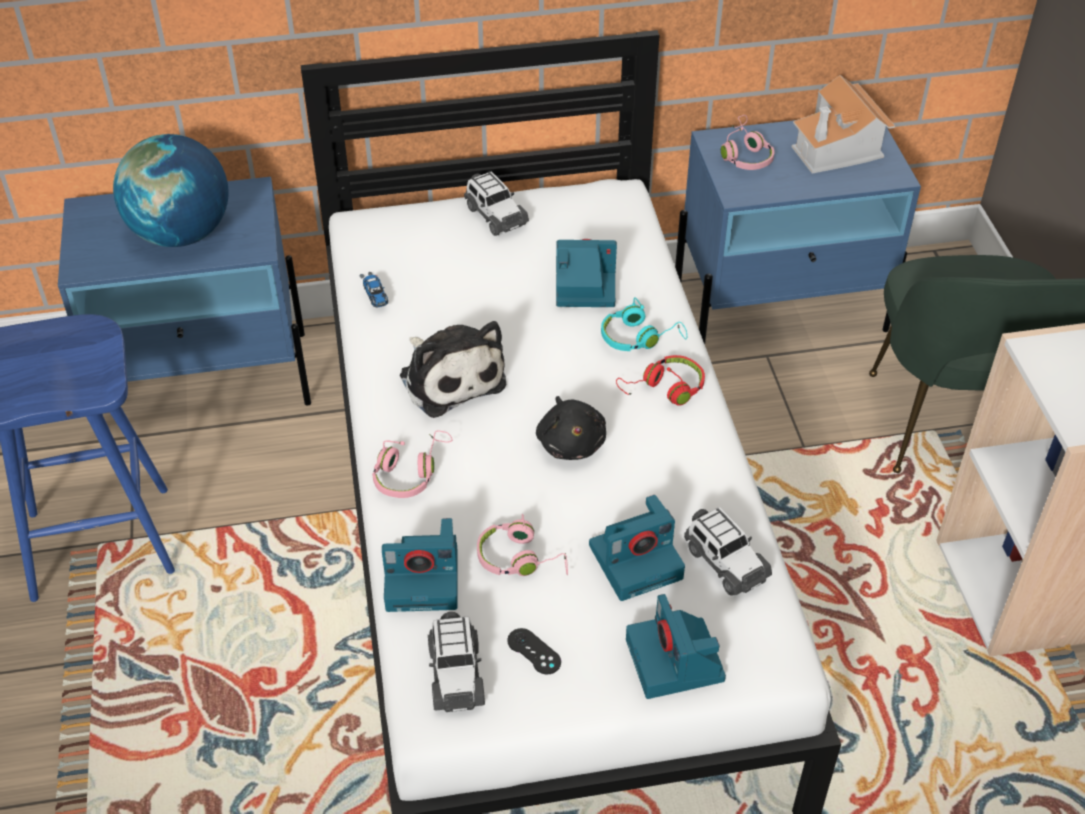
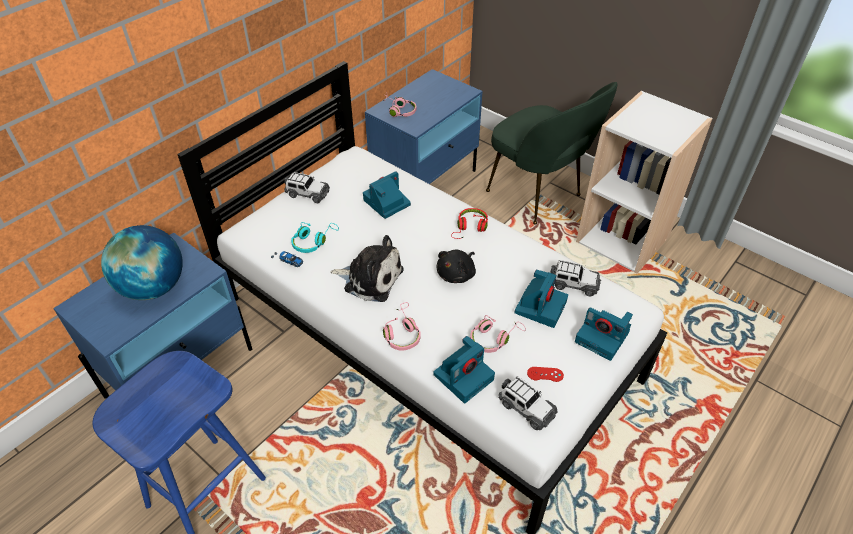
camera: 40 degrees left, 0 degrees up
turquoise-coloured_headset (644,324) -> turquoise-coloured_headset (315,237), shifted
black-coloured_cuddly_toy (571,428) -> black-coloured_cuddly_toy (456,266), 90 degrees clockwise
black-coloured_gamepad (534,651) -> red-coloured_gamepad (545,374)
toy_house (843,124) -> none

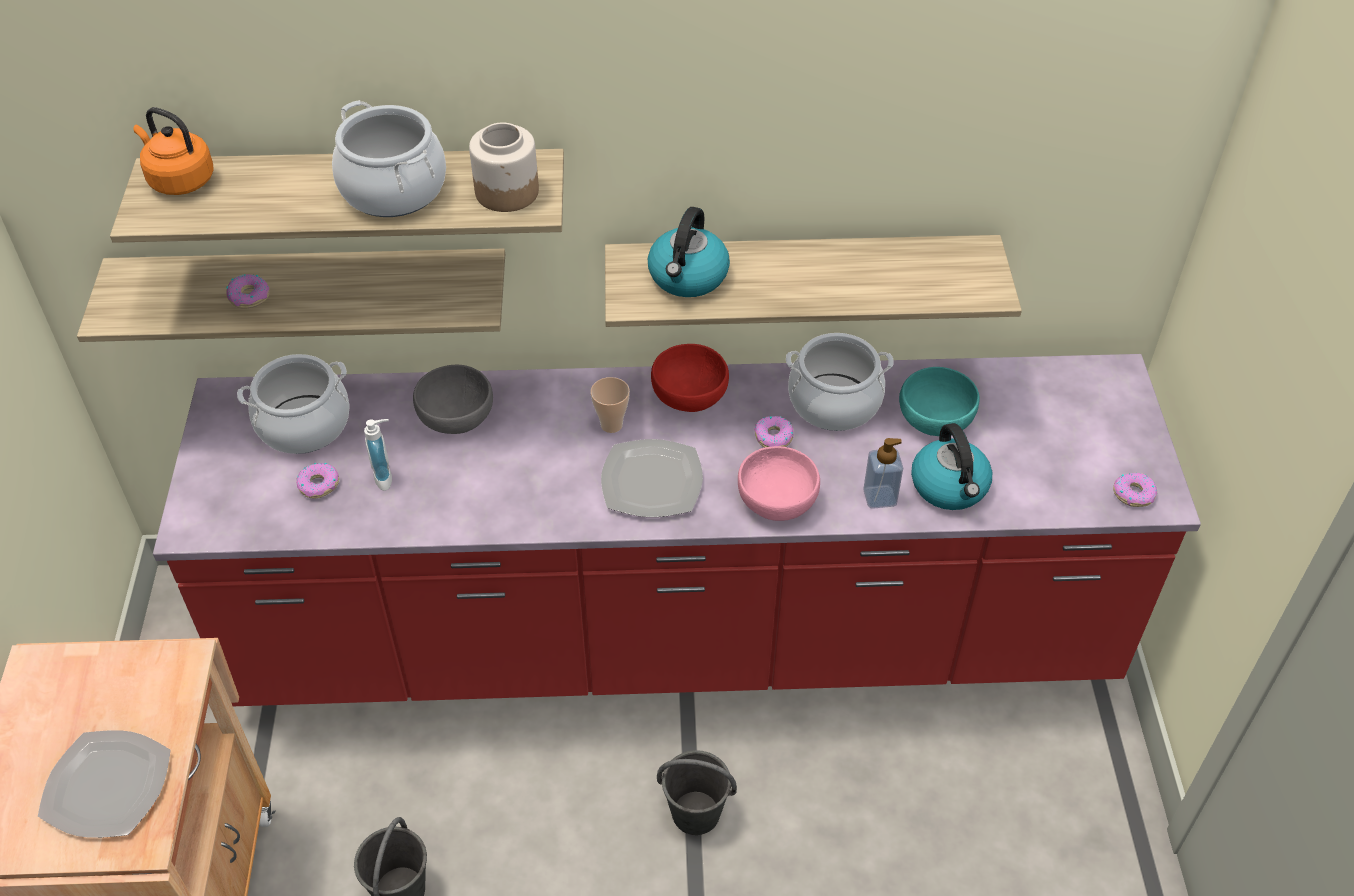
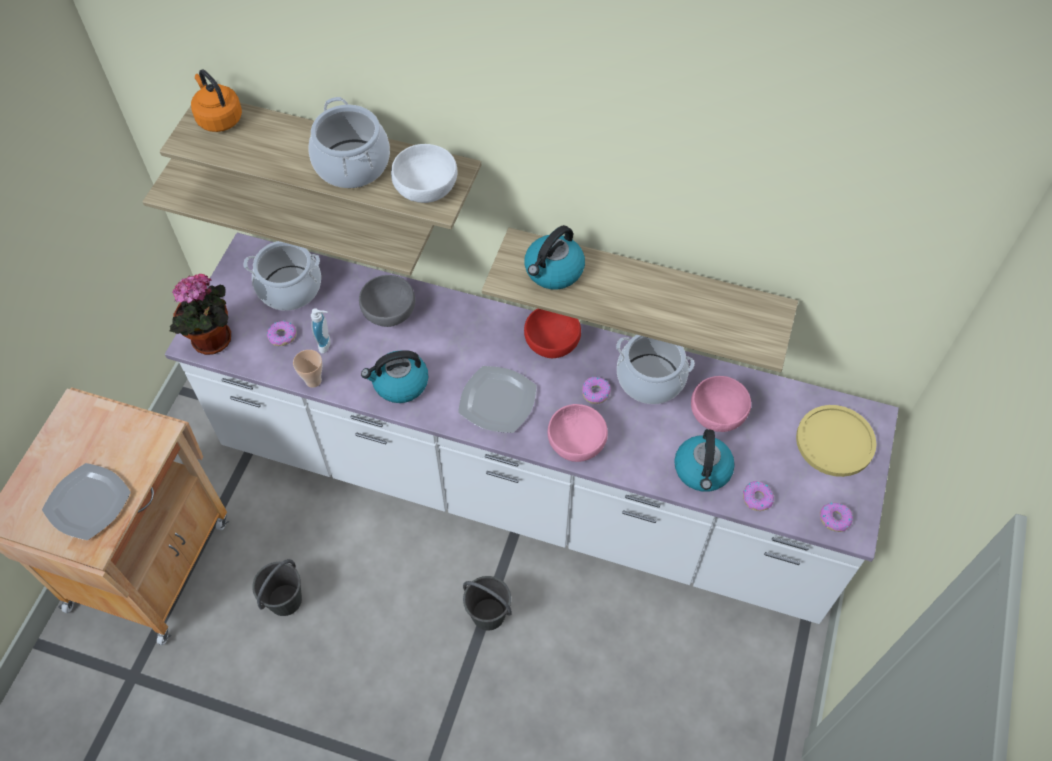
camera: 20 degrees right, 10 degrees up
red-coloured_kitchen_counter (677,530) -> white_kitchen_counter (532,428)
none -> potted_plant (200,314)
drinking_cup (610,405) -> drinking_cup (307,369), shifted
none -> water_kettle (394,376)
storage_jar (504,167) -> white_bowl (424,173)
turquoise-coloured_bowl (939,401) -> pink_bowl (721,404)
ring_doughnut (247,291) -> ring_doughnut (758,496), shifted
none -> yellowish_flat_dish (836,441)
soap_bottle (883,473) -> none

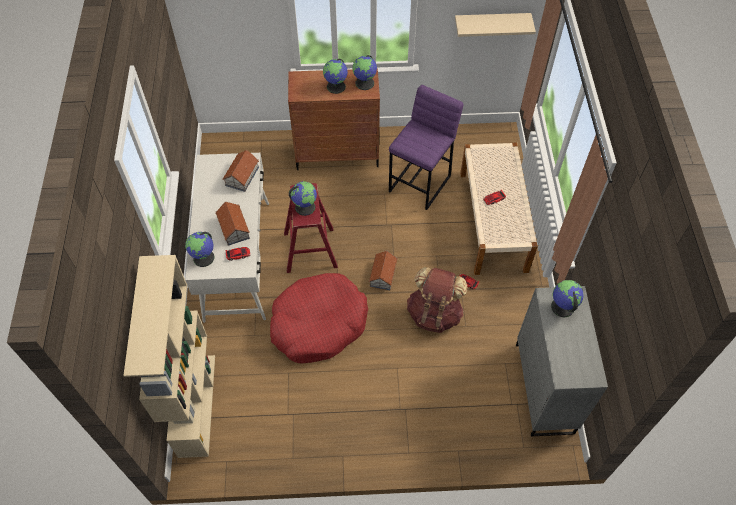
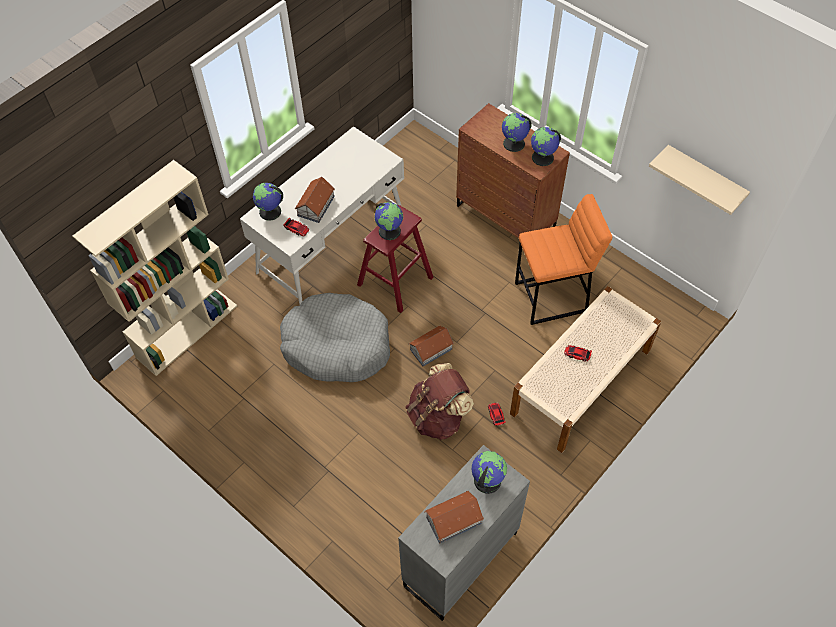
camera: 45 degrees right, 0 degrees up
red-coloured_dog_bed (319,318) -> greyish_dog_bed (335,337)
toy_house (241,171) -> toy_house (454,517), shifted
purplish_stool (426,147) -> orange-coloured_stool (563,259)

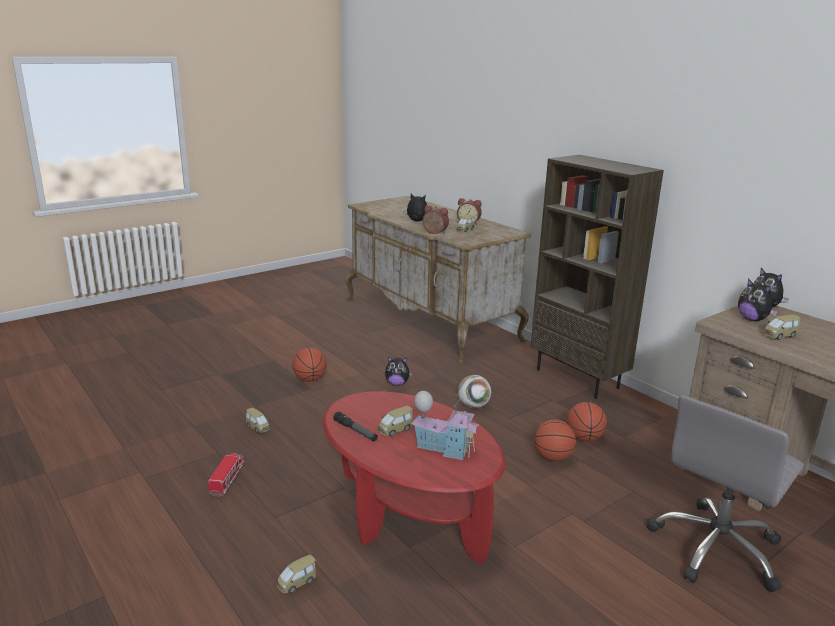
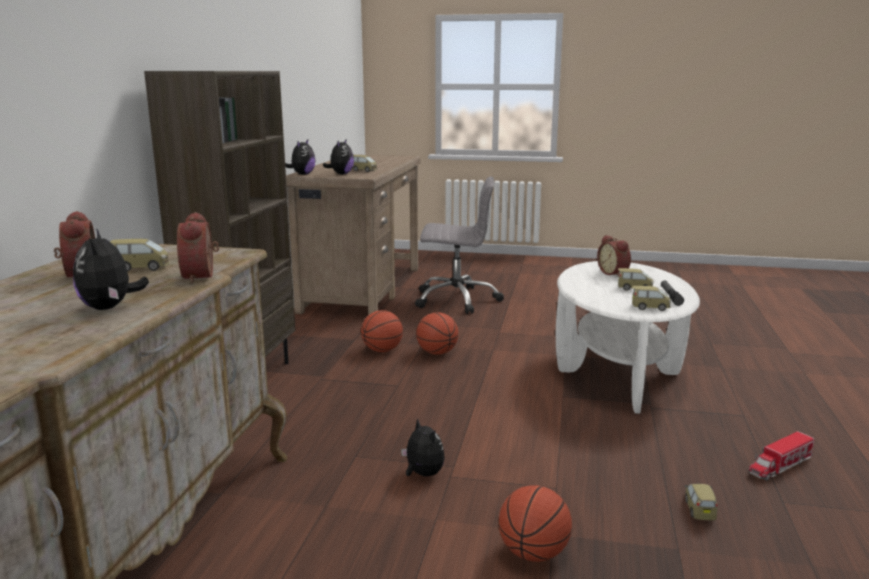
camera: 130 degrees left, 5 degrees down
red-coloured_low_table (414,477) -> white_low_table (628,337)
toy_house (445,425) -> table_clock (614,256)
miniature_car (296,574) -> miniature_car (651,298), shifted
football_ball (474,391) -> none

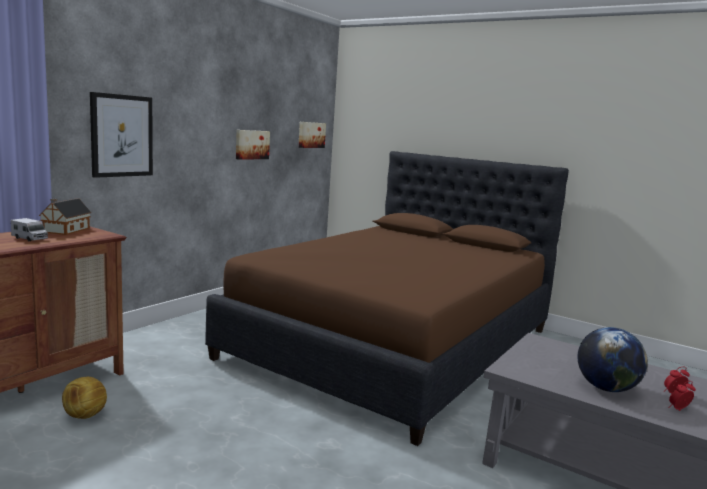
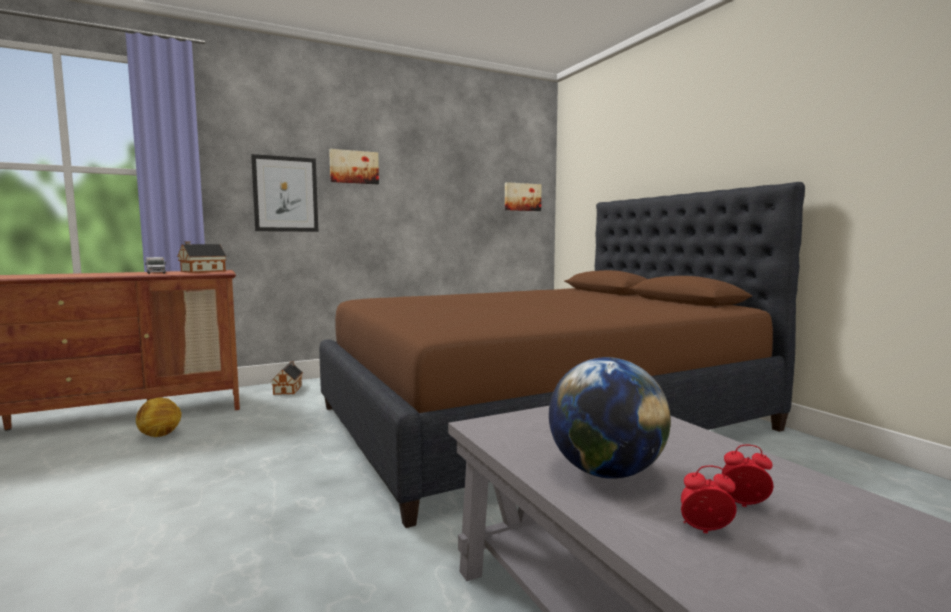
camera: 30 degrees right, 5 degrees down
none -> toy_house (286,378)
wall_art (253,145) -> wall_art (354,166), shifted

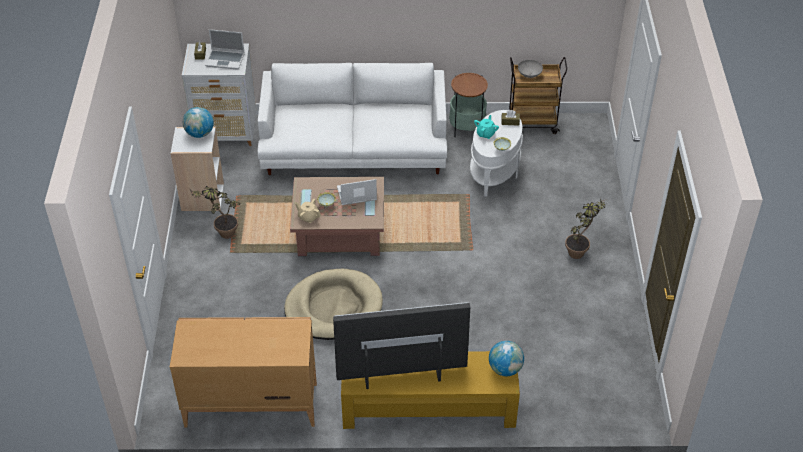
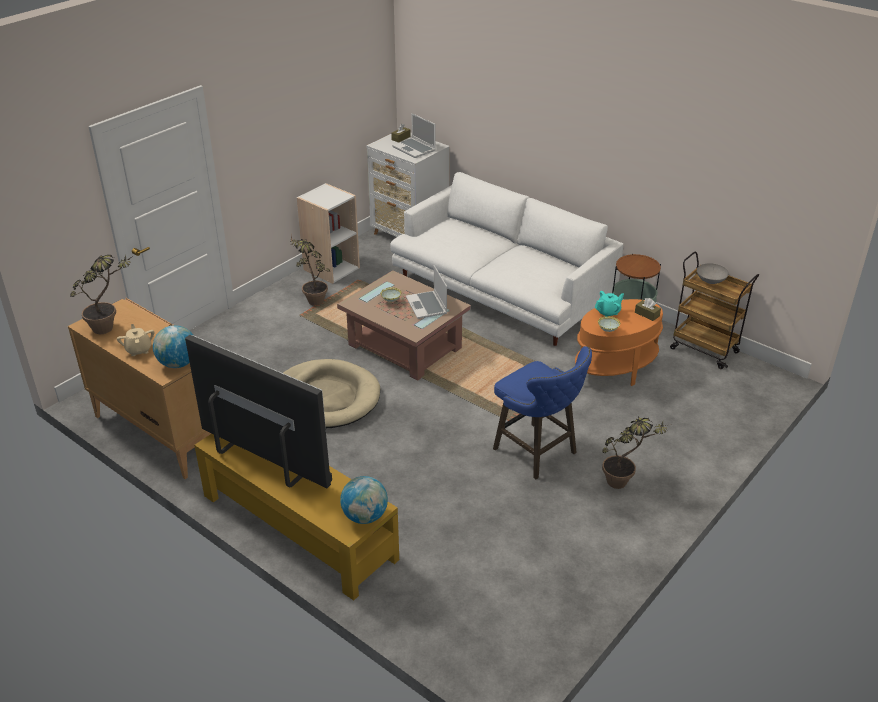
camera: 40 degrees right, 10 degrees down
none -> potted_plant (101,294)
sand-coloured_pot_for_tea (308,211) -> sand-coloured_pot_for_tea (135,340), shifted
desk_globe (198,122) -> desk_globe (173,346), shifted
notebook_computer (357,192) -> notebook_computer (426,292), 135 degrees counterclockwise
none -> bluish_stool (542,412)
white_end_table (496,153) -> orange-coloured_end_table (619,342)

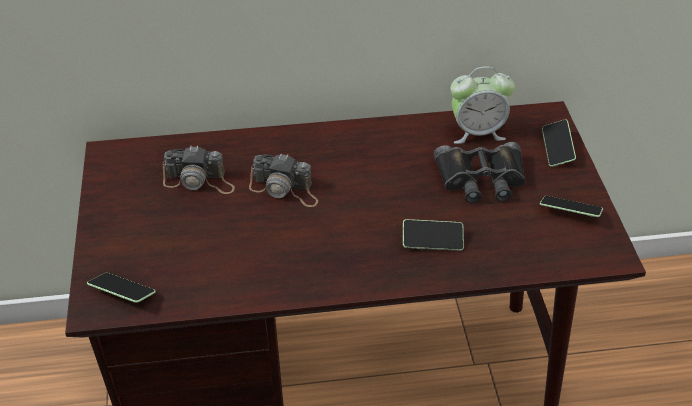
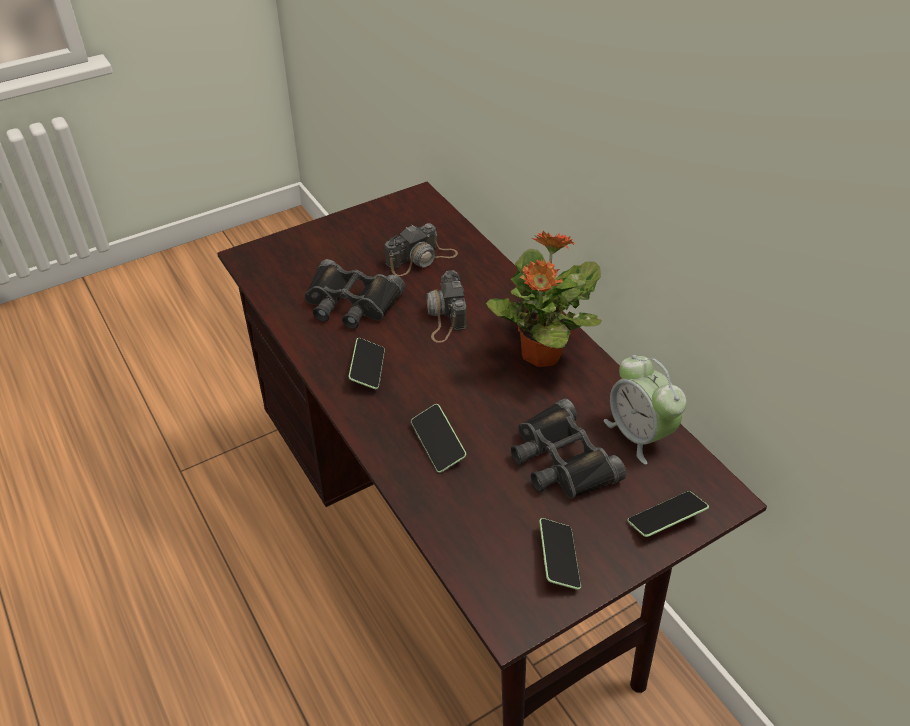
camera: 65 degrees right, 0 degrees up
none -> black-coloured_pair_of_binoculars (354,294)
telephone (121,288) -> telephone (366,363), shifted
photo_camera (198,169) -> photo_camera (421,249), 105 degrees counterclockwise
none -> potted_plant (544,299)

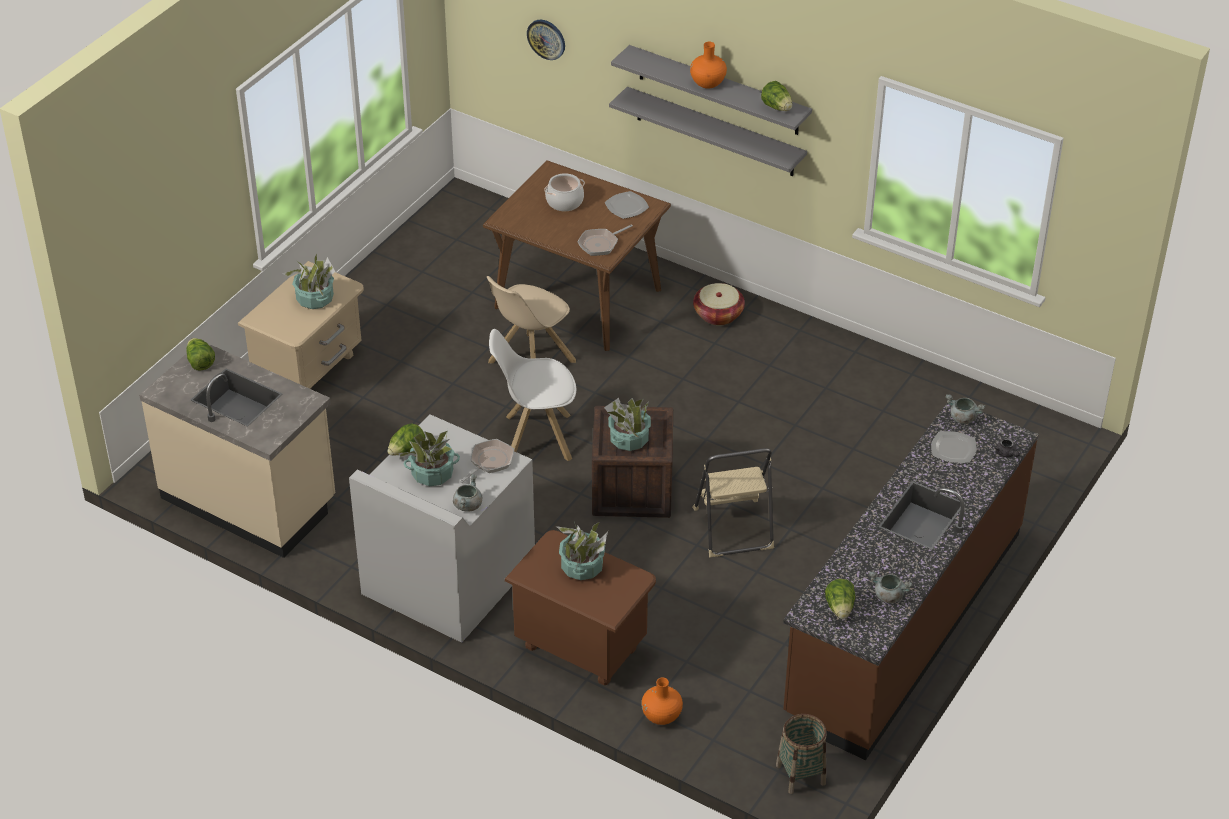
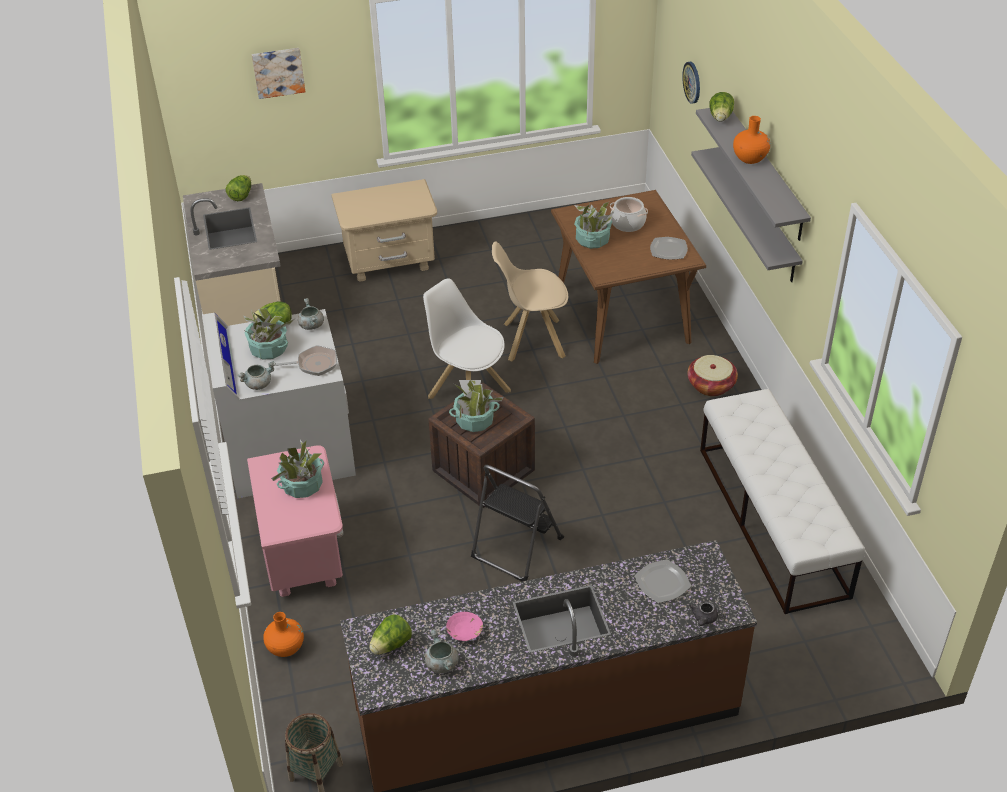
camera: 45 degrees right, 0 degrees up
brown_nightstand (580,607) -> pink_nightstand (295,521)
none -> wall_art (278,73)
greyish_cooking_pot (965,409) -> greyish_cooking_pot (311,314), shifted
none -> pink_bowl (464,626)
sand-coloured_step_stool (733,503) -> black-coloured_step_stool (517,523)
potted_plant (308,281) -> potted_plant (594,225), shifted
none -> white_indoor_bench (782,501)
head_of_lettuce (776,96) -> head_of_lettuce (722,107), shifted
frying_pan (605,240) -> none

